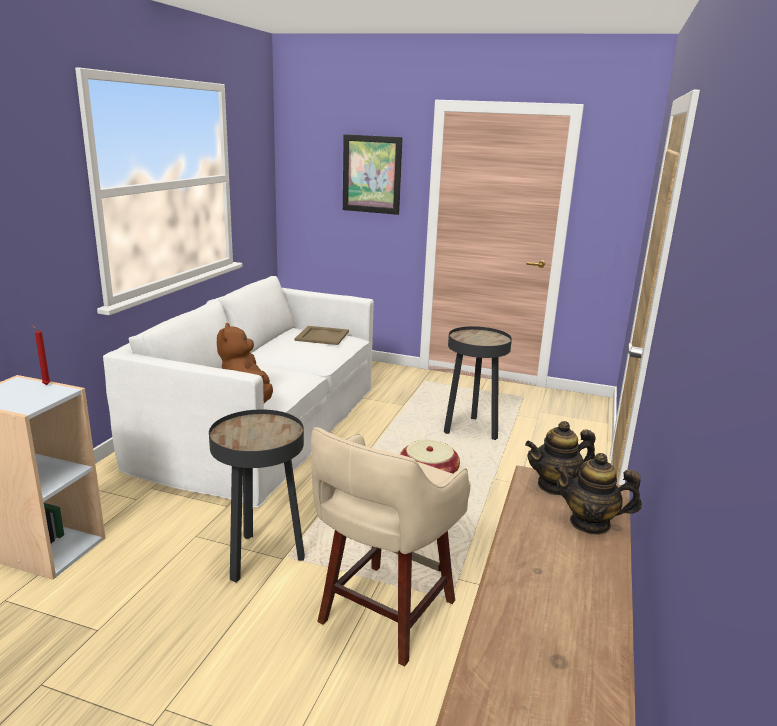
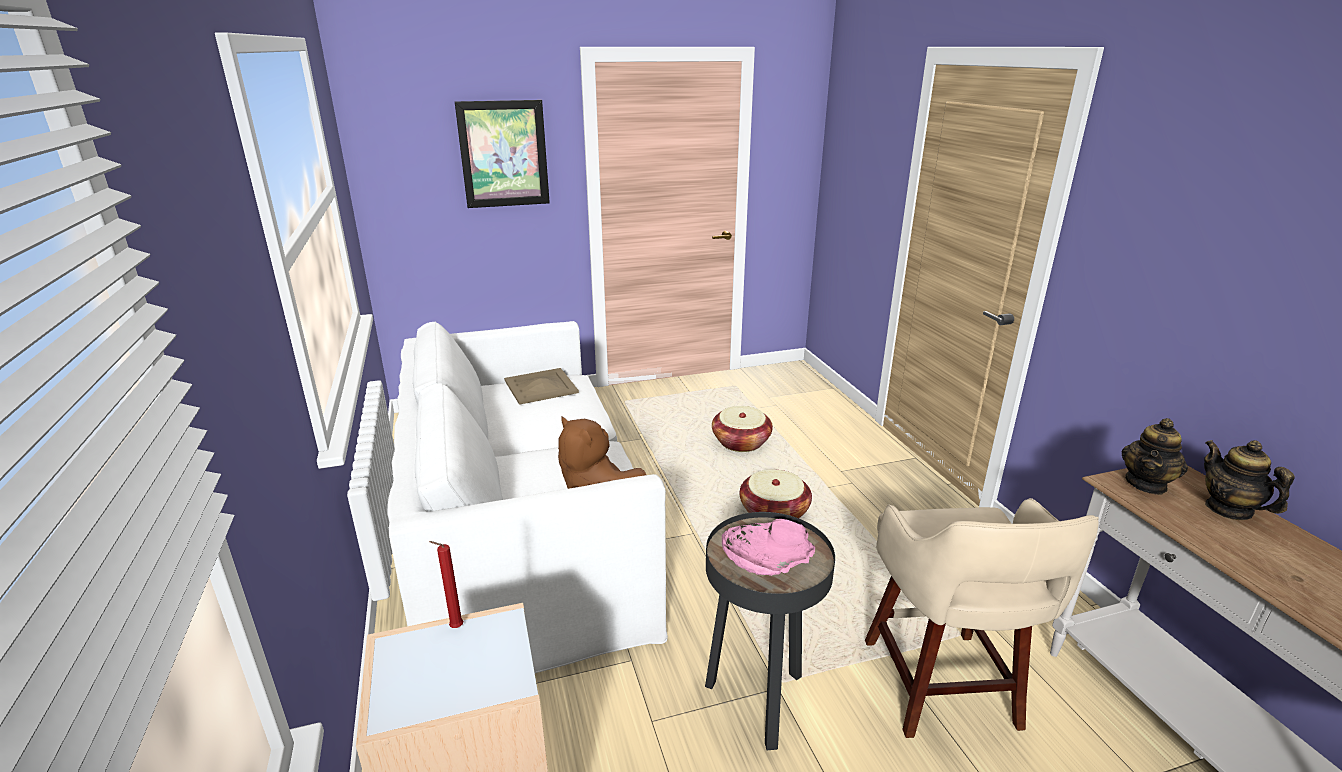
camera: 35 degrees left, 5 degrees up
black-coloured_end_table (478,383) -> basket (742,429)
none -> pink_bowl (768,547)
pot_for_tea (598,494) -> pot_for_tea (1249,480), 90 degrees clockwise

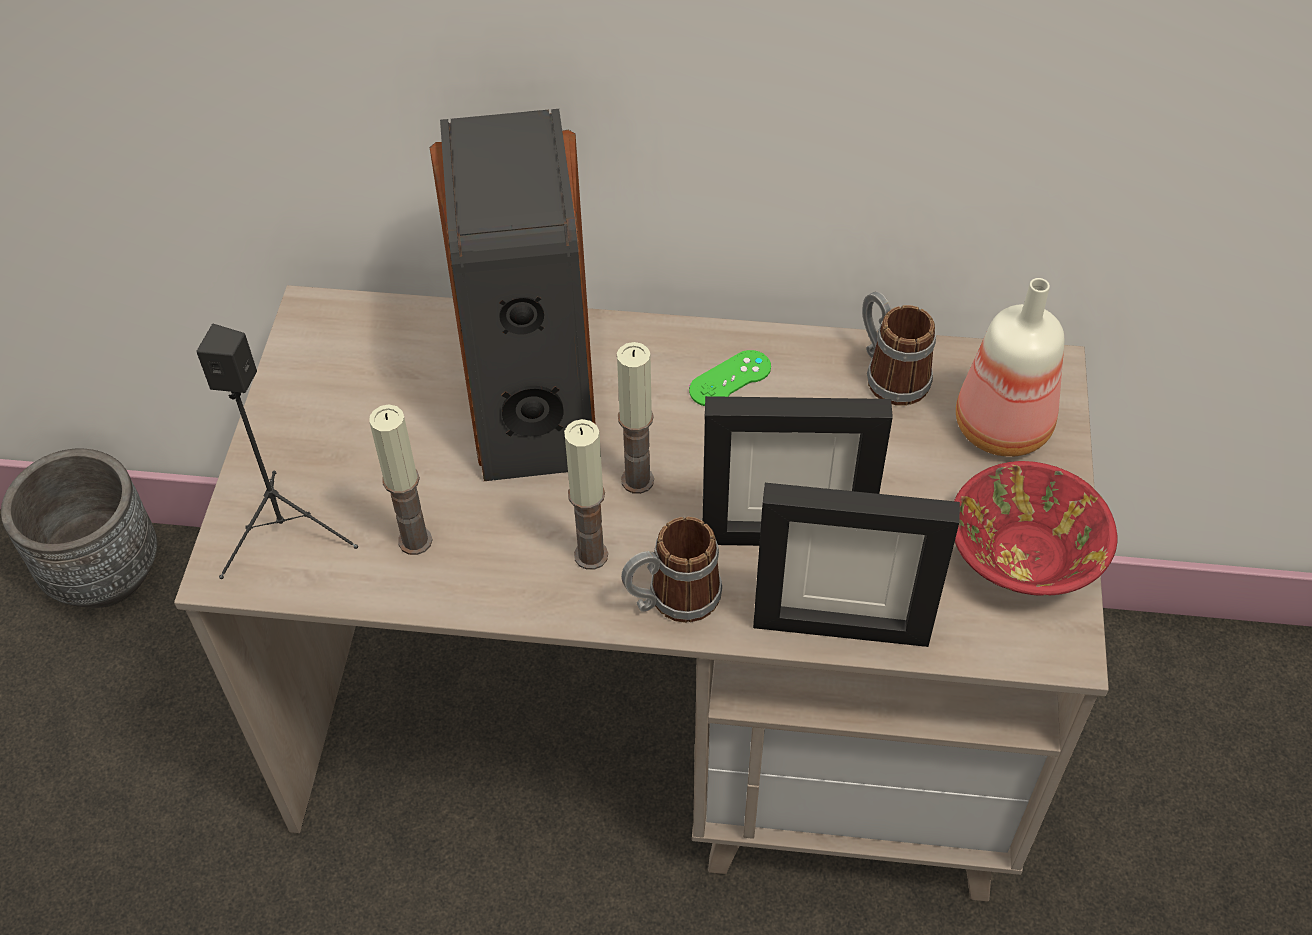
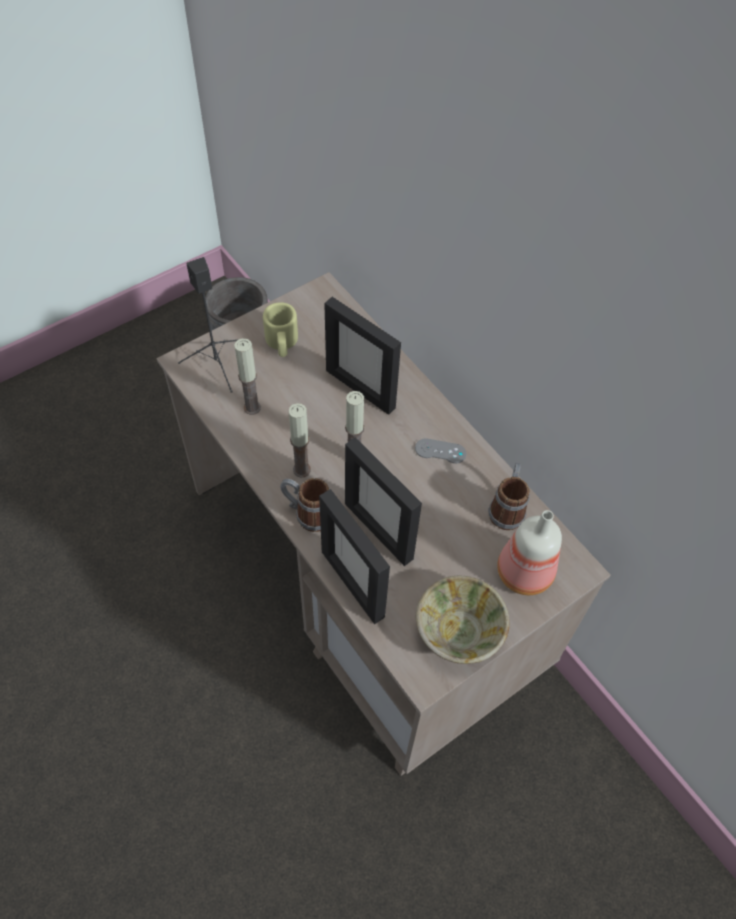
camera: 45 degrees right, 5 degrees up
none -> sand-coloured_tea_mug (280,329)
loudspeaker (512,295) -> photo_frame (362,356)
green-coloured_gamepad (730,378) -> greyish_gamepad (441,450)
red-coloured_bowl (1036,528) -> sand-coloured_bowl (463,619)

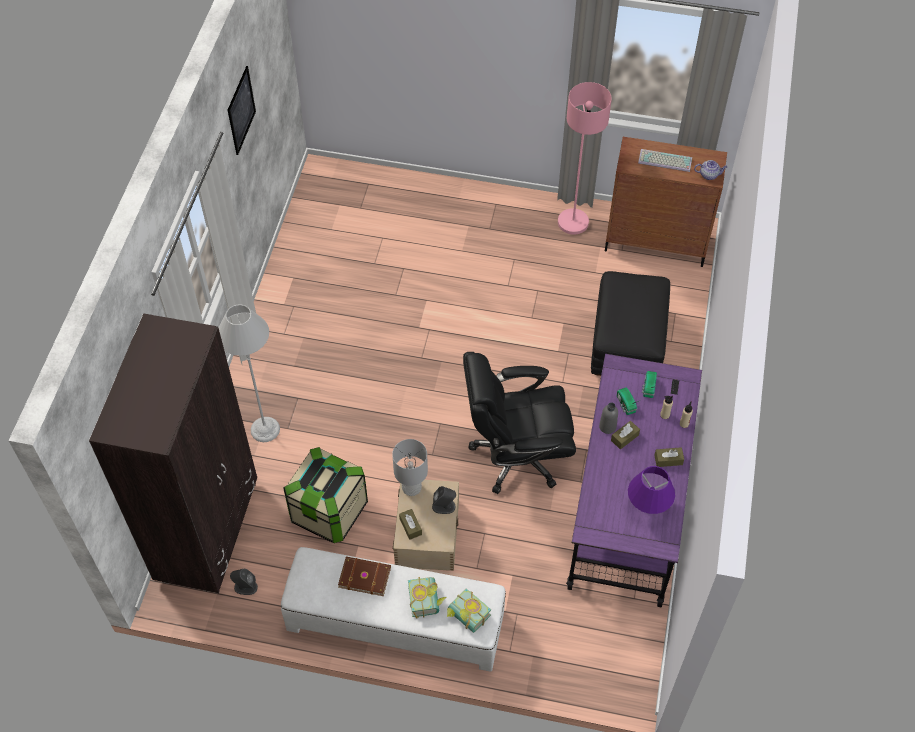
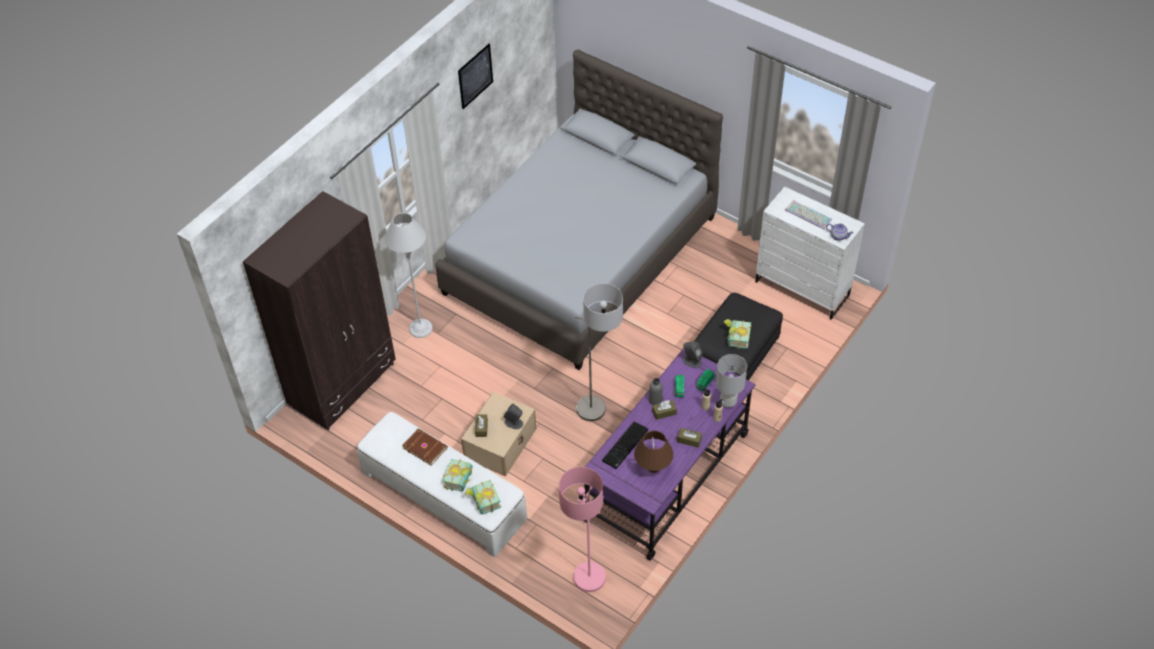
camera: 25 degrees right, 5 degrees down
none -> greyish_bedroom_bed (579,210)
pink_floor_lamp (585,158) -> pink_floor_lamp (582,529), shifted
black-coloured_computer_chair (519,423) -> greyish_floor_lamp (599,352)
none -> computer_keyboard (625,445)
purplish_lamp_for_a_table (651,490) -> brown_lamp_for_a_table (654,451)
greyish_loudspeaker (244,582) -> greyish_loudspeaker (693,355), shifted
greyish_lamp_for_a_table (410,467) -> greyish_lamp_for_a_table (731,381), shifted
none -> bound_book (737,334)
brown_dresser (666,202) -> white_dresser (810,253)
storage_box (325,495) -> none

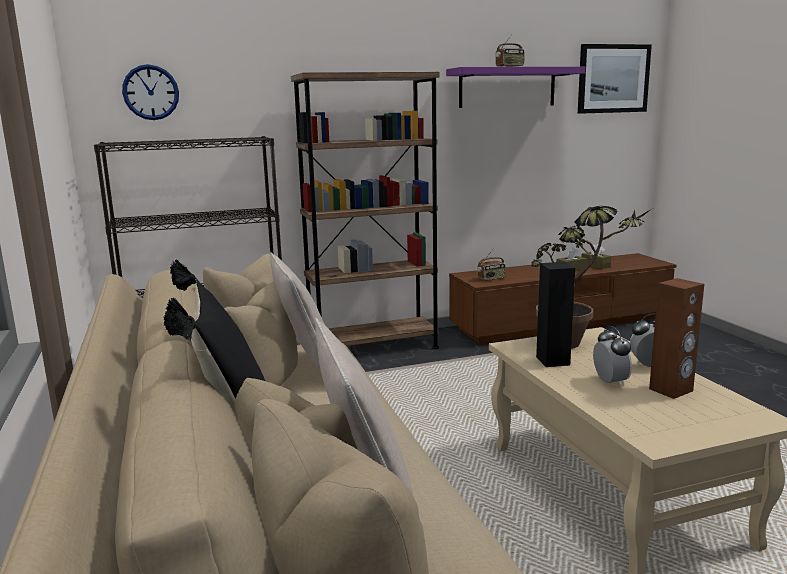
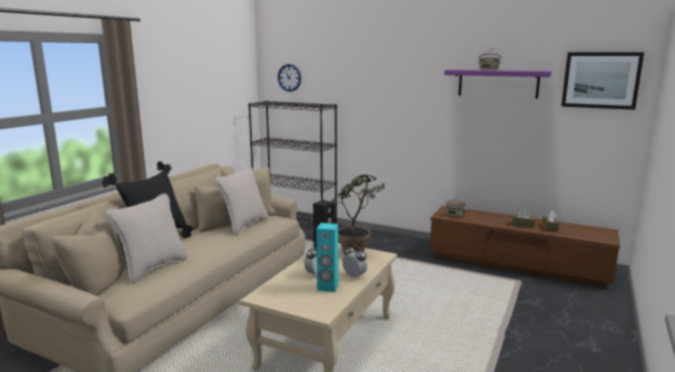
camera: 45 degrees right, 0 degrees up
brown_loudspeaker (676,338) -> turquoise-coloured_loudspeaker (327,257)
brown_bookcase (365,210) -> none

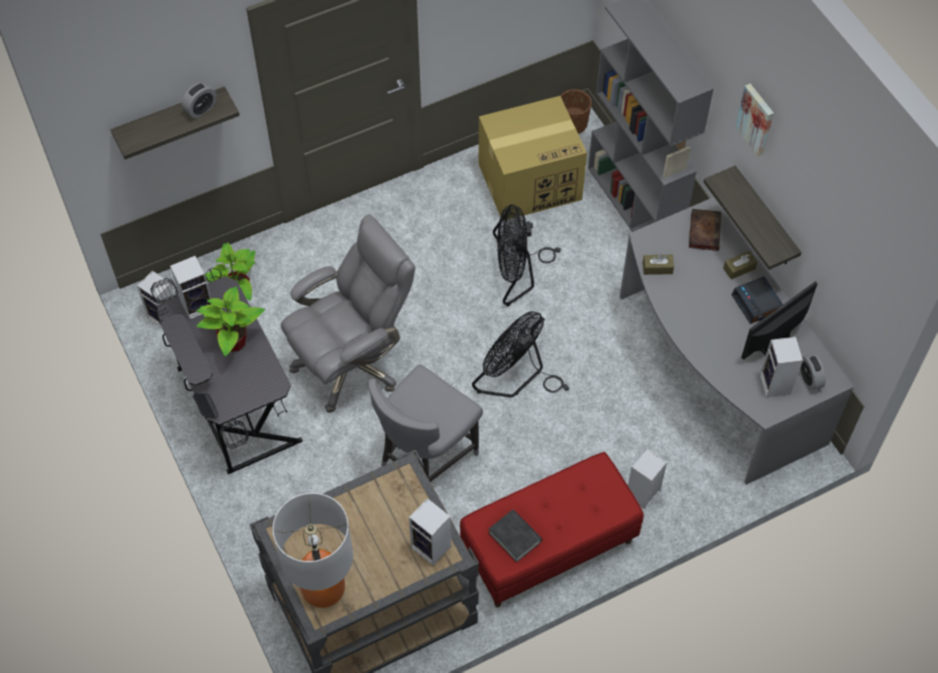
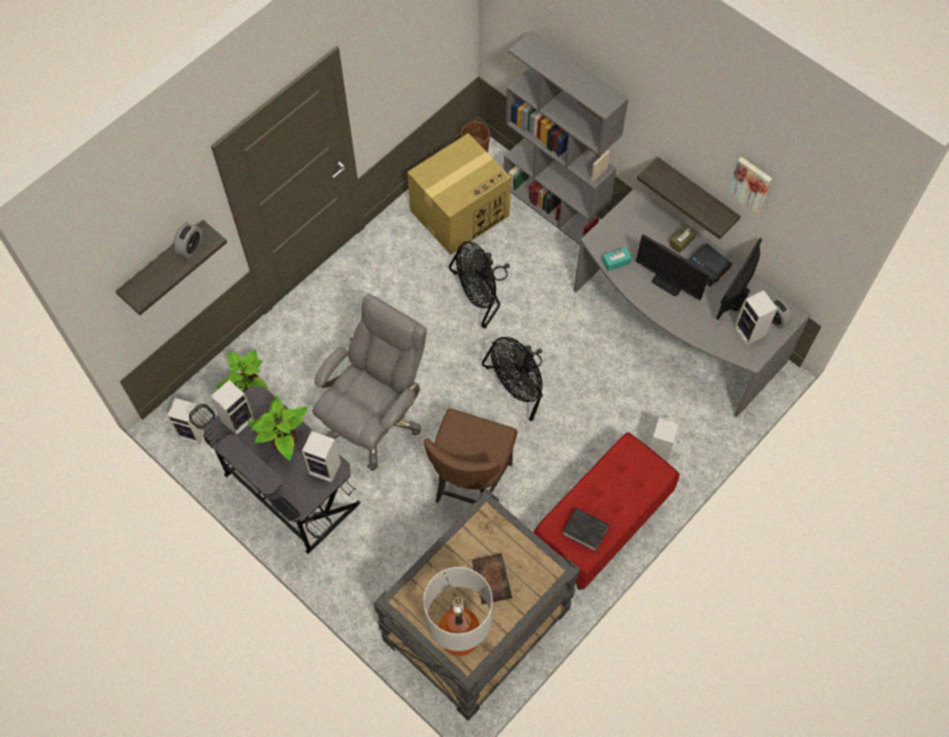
camera: 20 degrees left, 5 degrees up
loudspeaker (430,532) -> loudspeaker (321,456), shifted
greyish_upright_chair (426,423) -> brown_upright_chair (471,456)
bound_book (705,230) -> bound_book (492,579), shifted
black-coloured_electric_fan (520,354) -> black-coloured_electric_fan (512,379), 60 degrees counterclockwise
brown_tissue_box (658,265) -> turquoise-coloured_tissue_box (617,259)
none -> computer_screen (672,267)
wall_art (754,120) -> wall_art (750,185), shifted

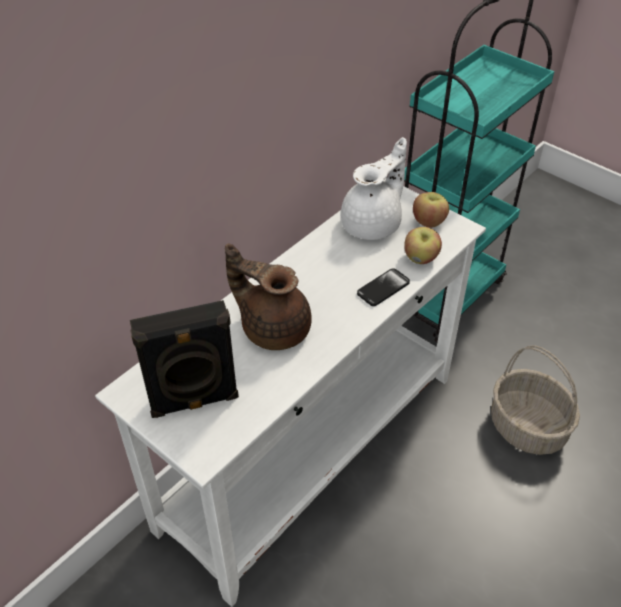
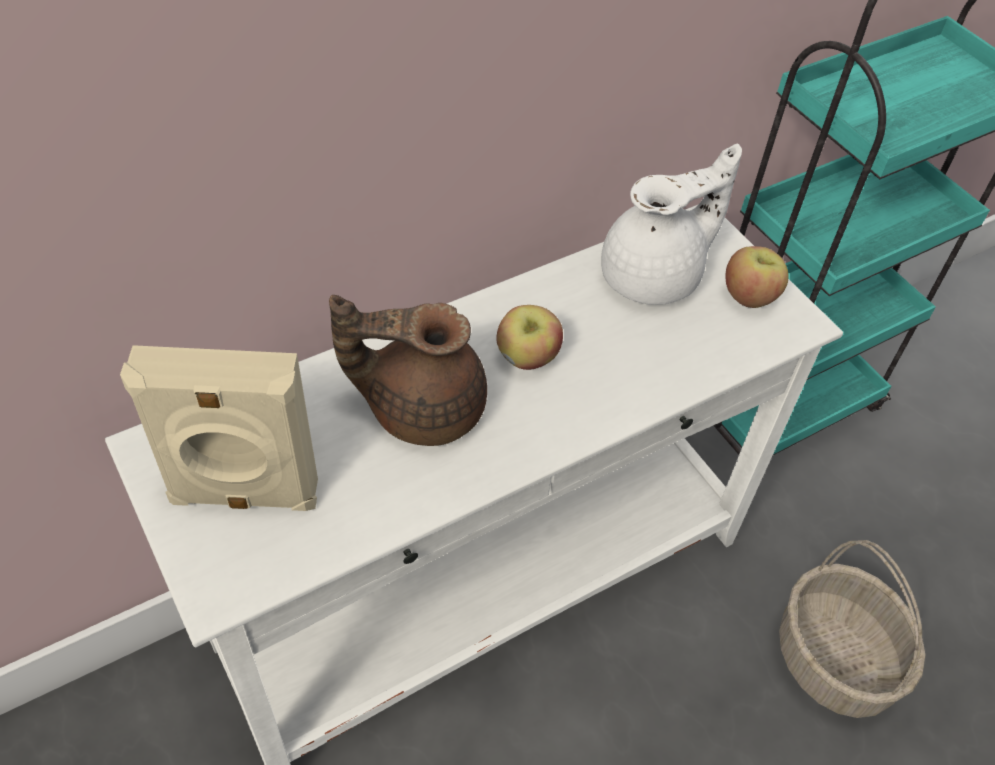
camera: 15 degrees right, 5 degrees up
black-coloured_loudspeaker (184,359) -> sand-coloured_loudspeaker (219,428)
brown_pot_for_tea (268,296) -> brown_pot_for_tea (408,370), 45 degrees counterclockwise
whole_apple (423,245) -> whole_apple (529,337), shifted
telephone (383,287) -> none

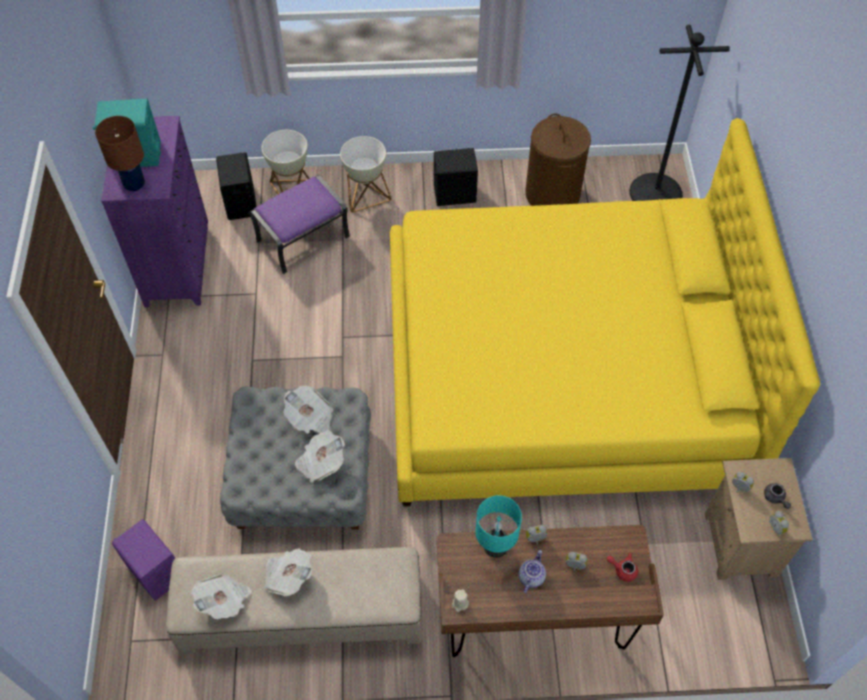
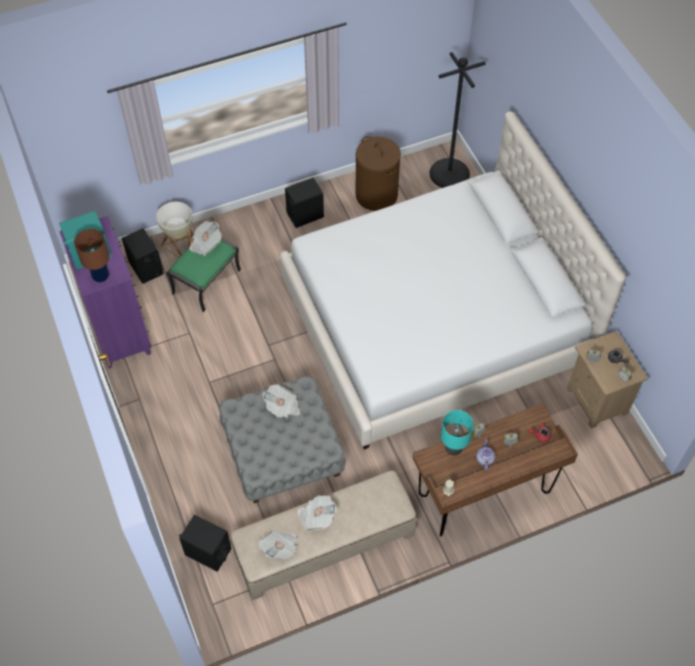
camera: 20 degrees left, 0 degrees up
purplish_pouffe (300,224) -> green-coloured_pouffe (203,274)
purplish_loudspeaker (143,560) -> black-coloured_loudspeaker (205,543)
newspaper (320,456) -> newspaper (205,238), shifted
yellowish_bedroom_bed (605,312) -> white_bedroom_bed (453,280)
flower_pot (366,174) -> none

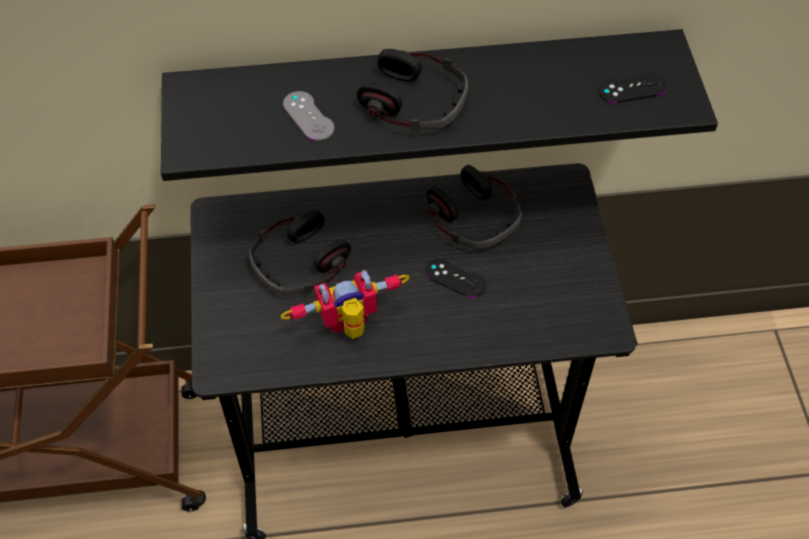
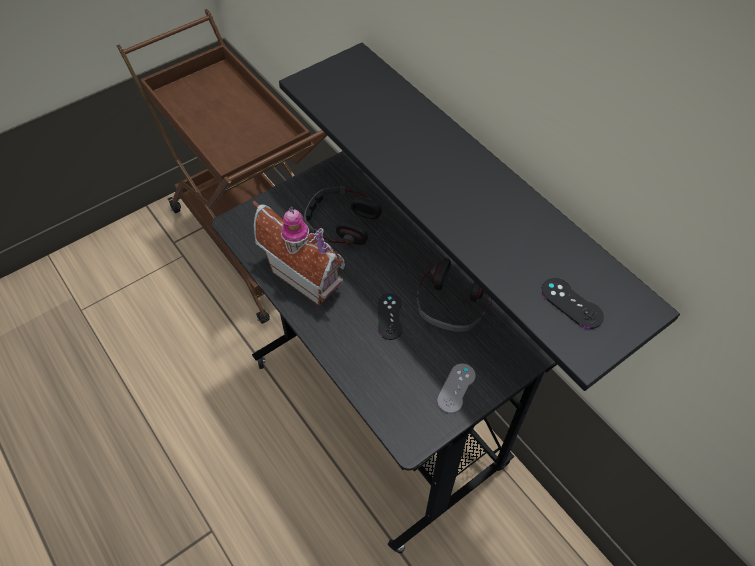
camera: 60 degrees right, 0 degrees up
model_robot (345,304) -> toy_house (298,253)
greyish_gamepad (309,116) -> greyish_gamepad (456,388), shifted
headset (412,91) -> none

